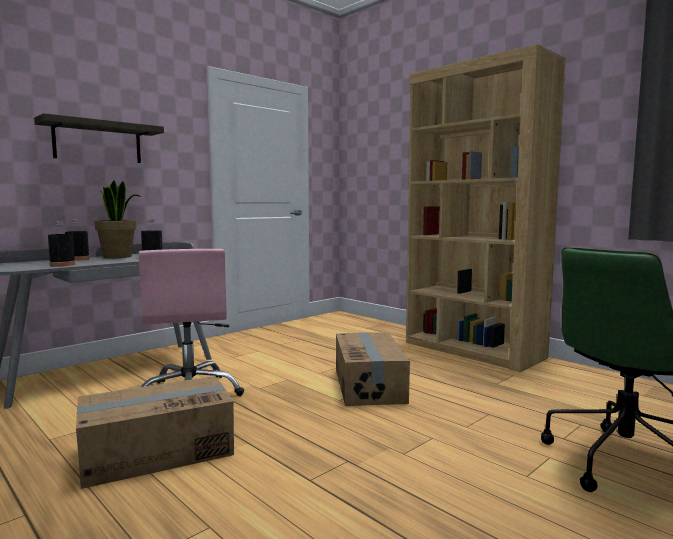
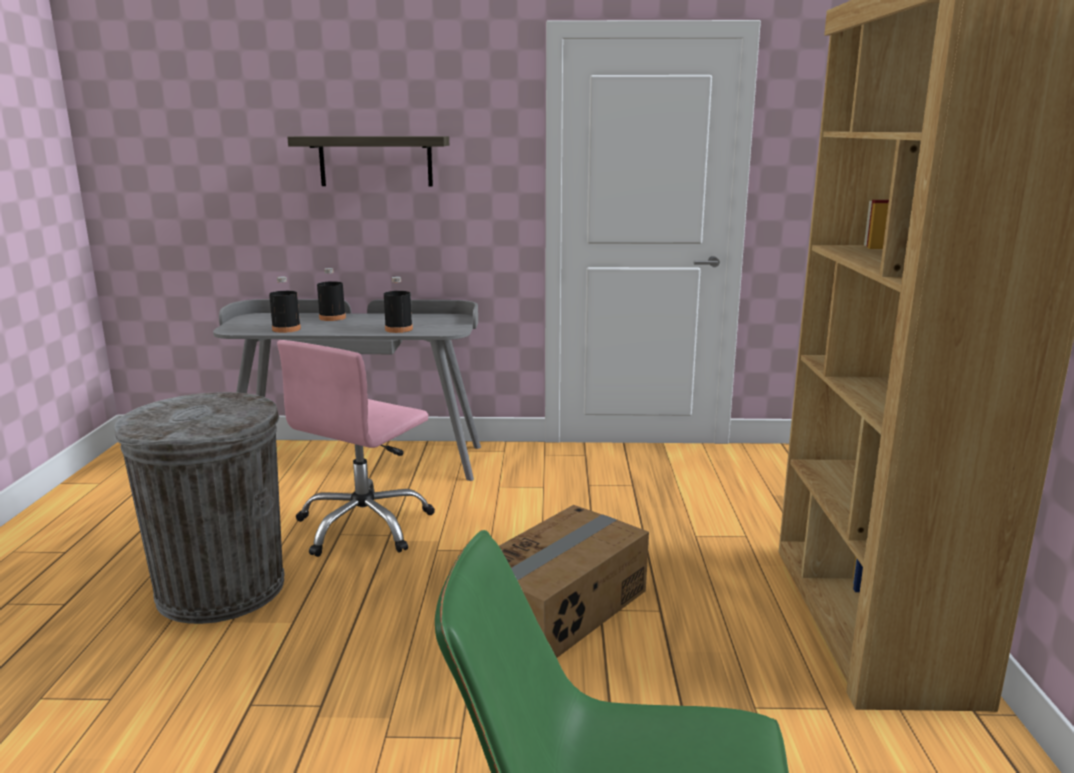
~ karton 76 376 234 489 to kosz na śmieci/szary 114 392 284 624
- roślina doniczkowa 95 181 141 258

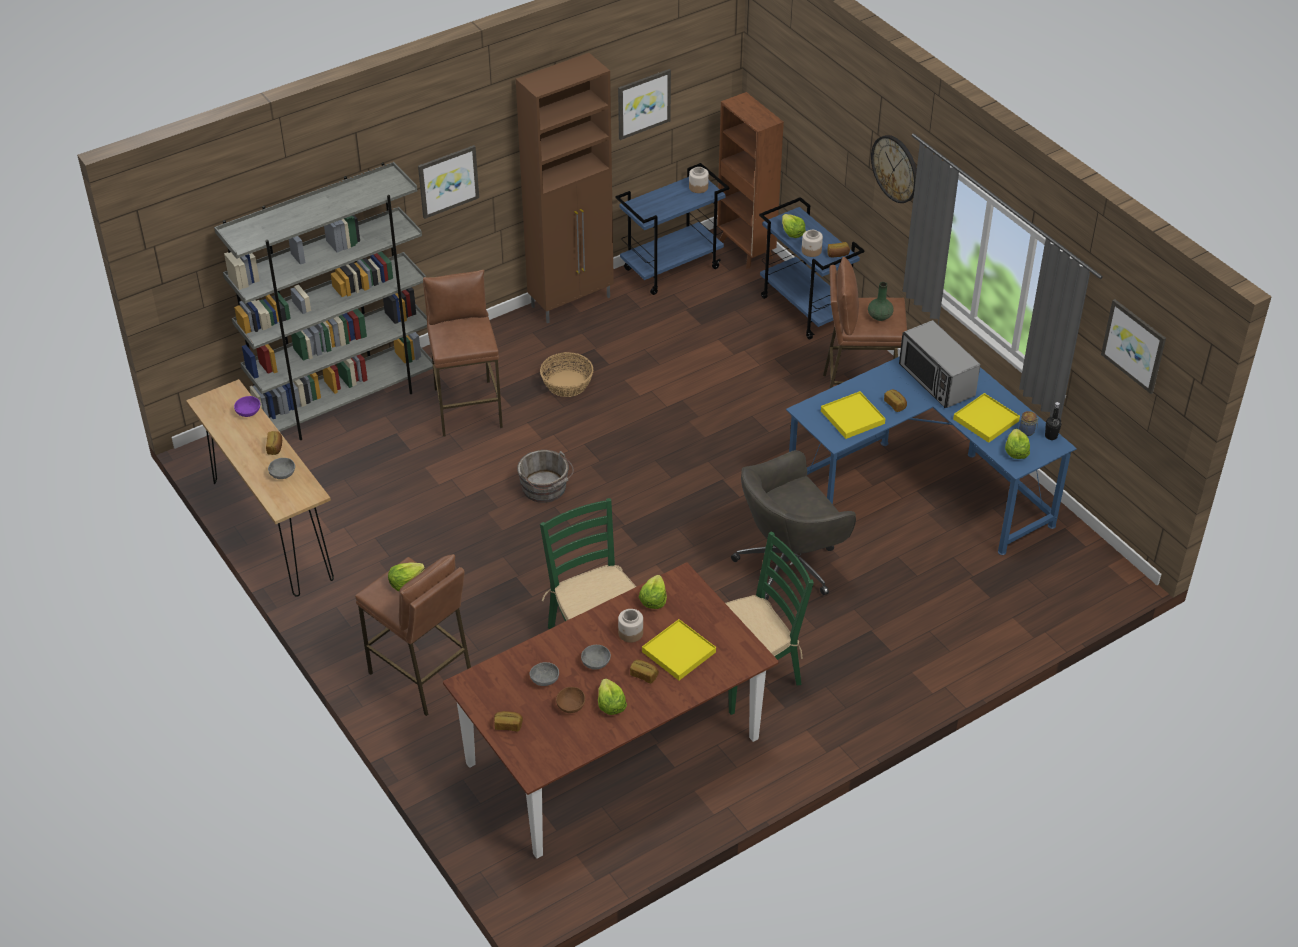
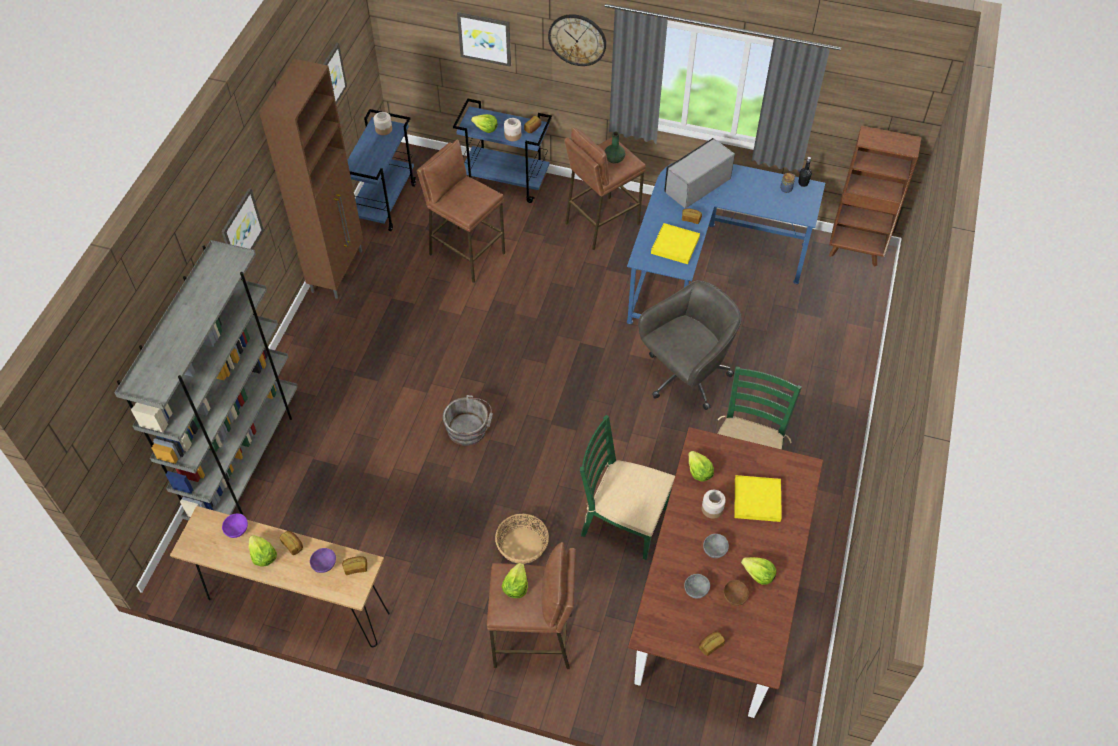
~ miska/szary 268 458 295 479 to miska/fioletowy 310 548 336 573
~ stołek/brązowy 423 270 503 437 to 417 139 505 283
~ koszyk 540 352 594 397 to 495 514 549 564
~ chleb 630 660 659 683 to 342 556 367 575
~ regał/brązowy 717 92 784 269 to 829 126 921 267
~ krzesło biurowe/szary 731 450 856 600 = 638 280 742 410 150 degrees counterclockwise
~ mikrofalówka 899 320 980 408 = 664 138 735 208 120 degrees clockwise
- taca/żółty 953 393 1020 443
~ sałata 1005 428 1030 459 to 248 535 277 567
~ obraz 1101 299 1166 394 to 457 12 511 67

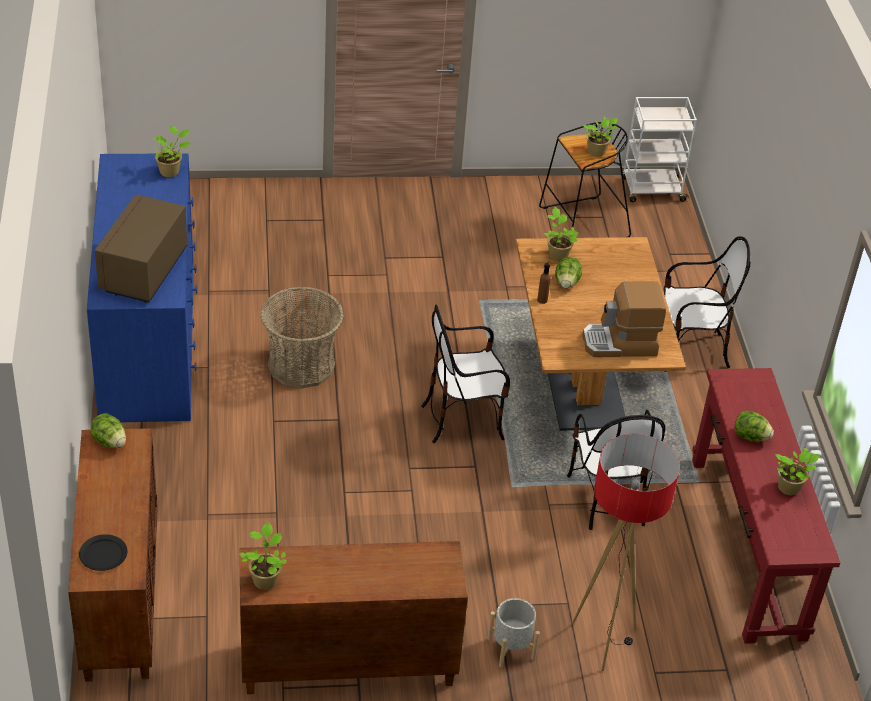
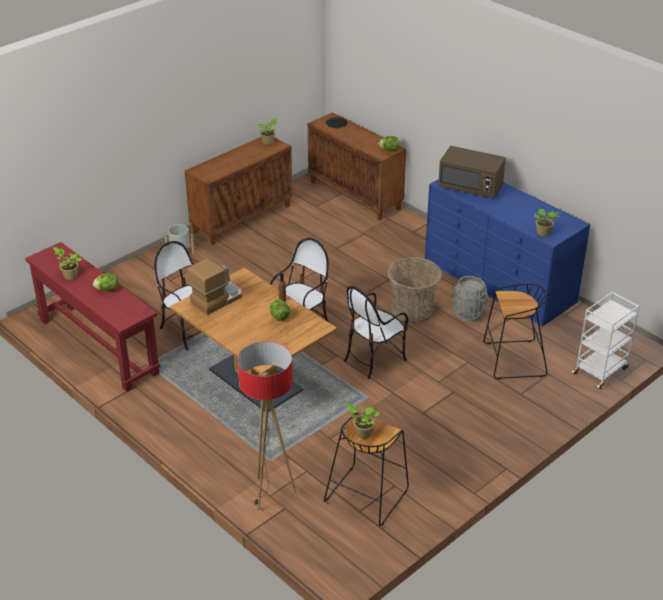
~ mikrofalówka/brązowy 95 195 187 303 = 438 146 506 199 135 degrees clockwise
- roślina doniczkowa 544 207 578 261
~ lampa stojąca 572 434 680 671 to 237 341 296 511
~ wózek/biały 623 97 697 202 to 571 292 639 389
~ krzesło 664 236 750 372 to 344 286 408 379
+ wiadro/szary 452 276 488 322
+ stołek/czarny 483 283 548 379

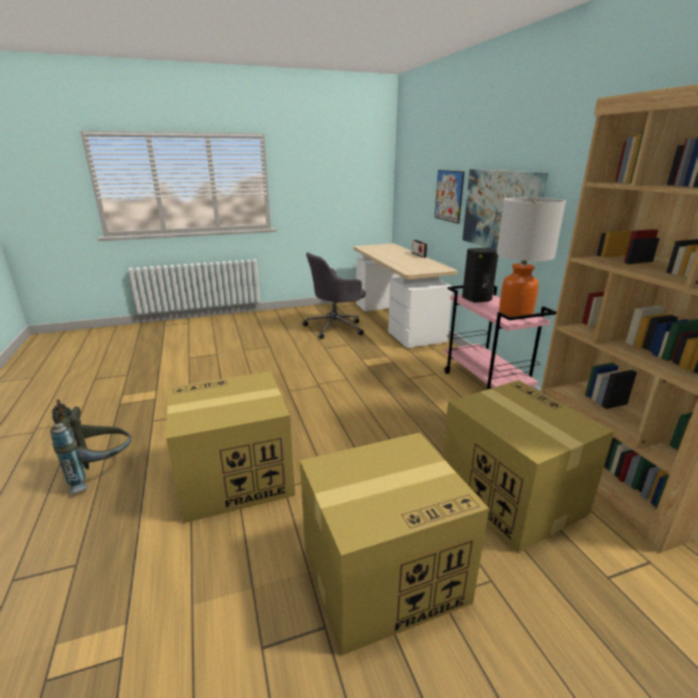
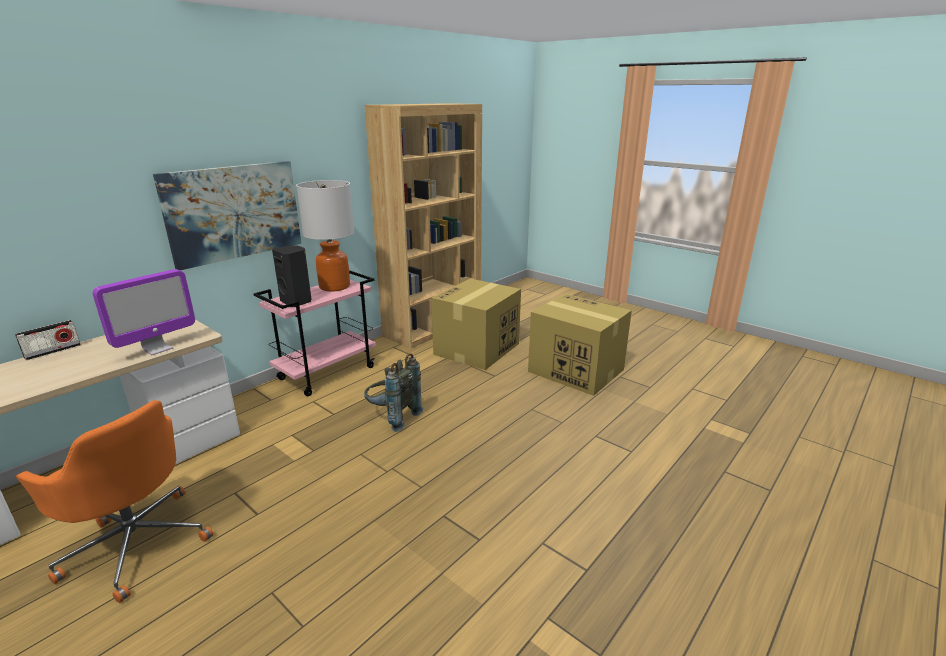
~ plecak/szary 50 400 131 493 to 364 353 423 432
- karton 166 371 295 523
~ krzesło biurowe/szary 302 252 366 339 to krzesło biurowe/pomarańczowy 16 400 214 603
- obraz 434 170 464 224
+ monitor 93 269 195 355

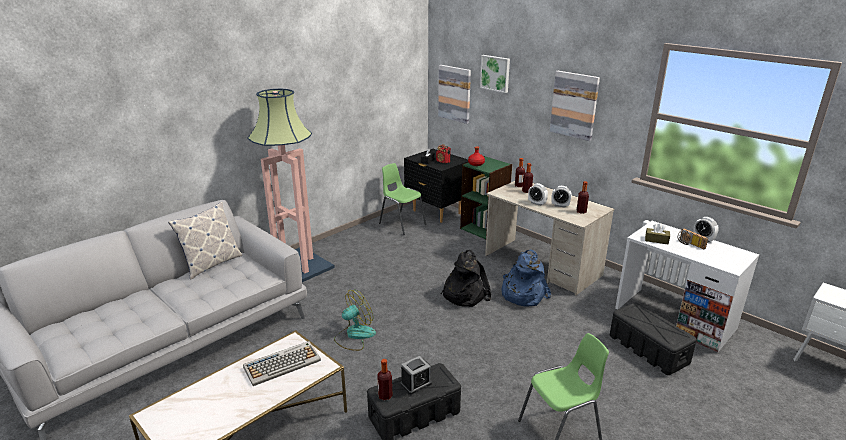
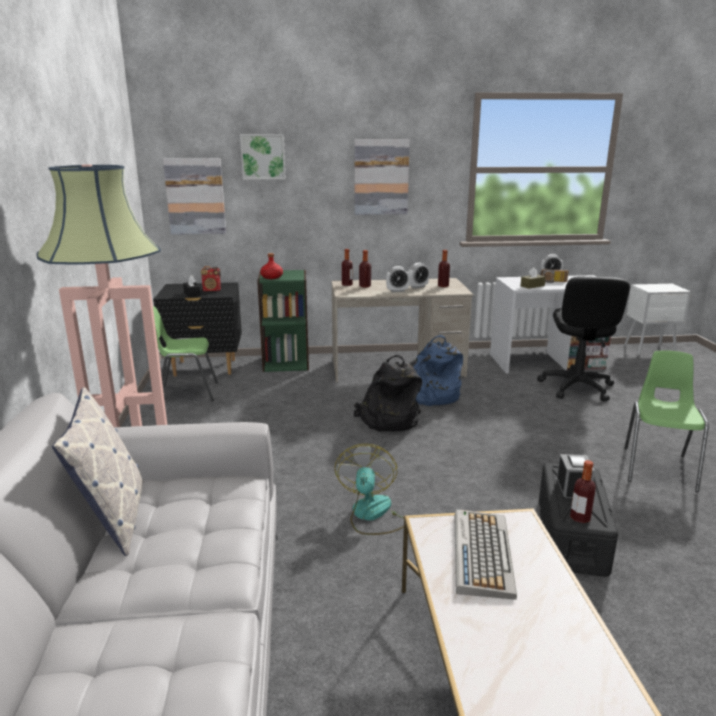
~ pojemnik do przechowywania/czarny 610 303 697 375 to krzesło biurowe/czarny 537 276 630 401

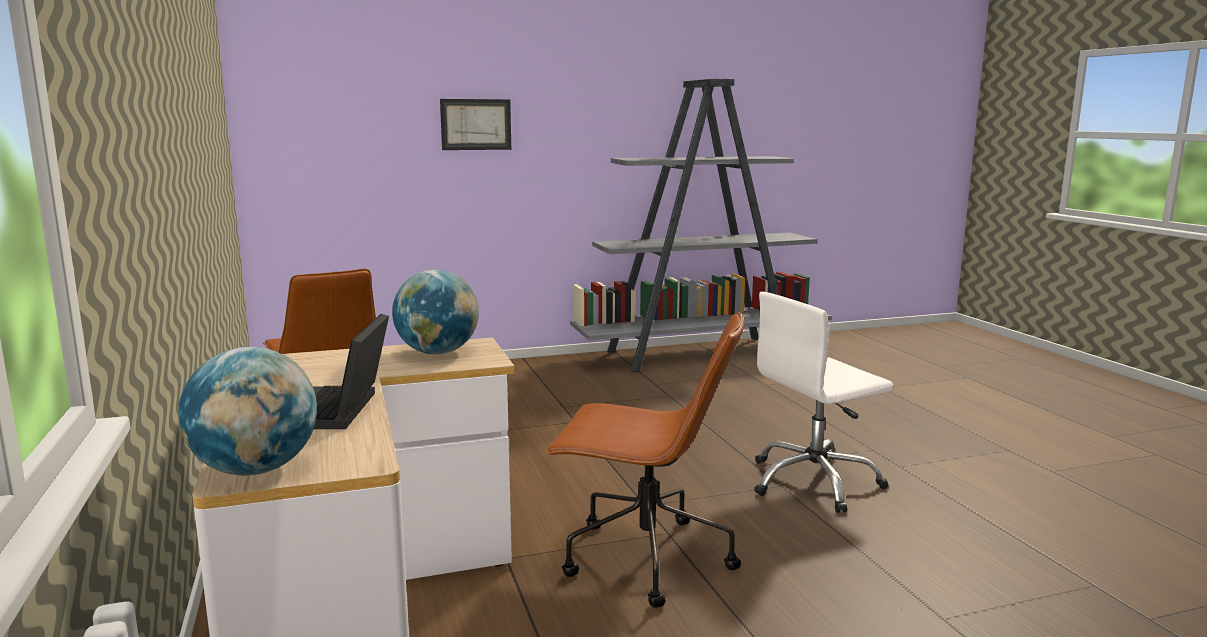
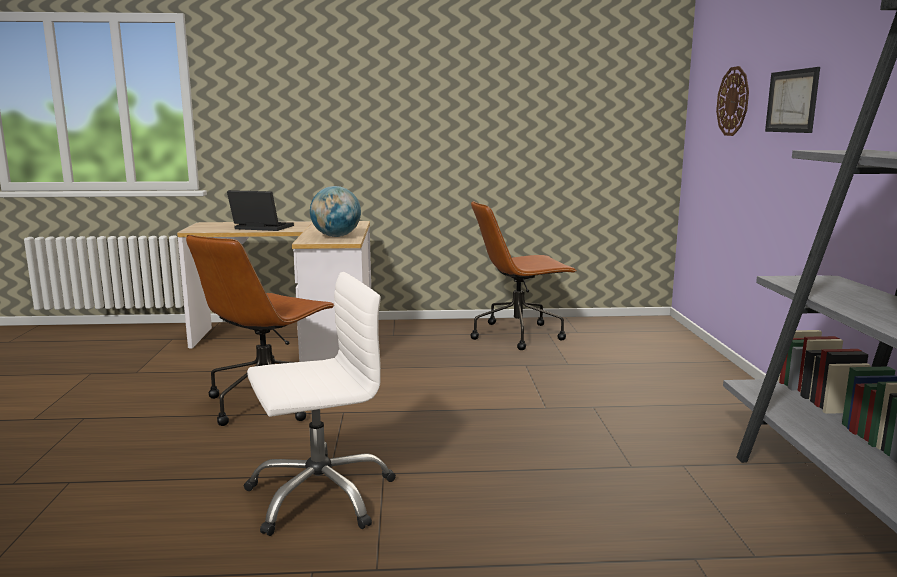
- globus 178 347 317 476
~ krzesło biurowe/biały 754 292 894 513 = 244 272 396 536 75 degrees clockwise
+ zegar ścienny 716 66 749 136

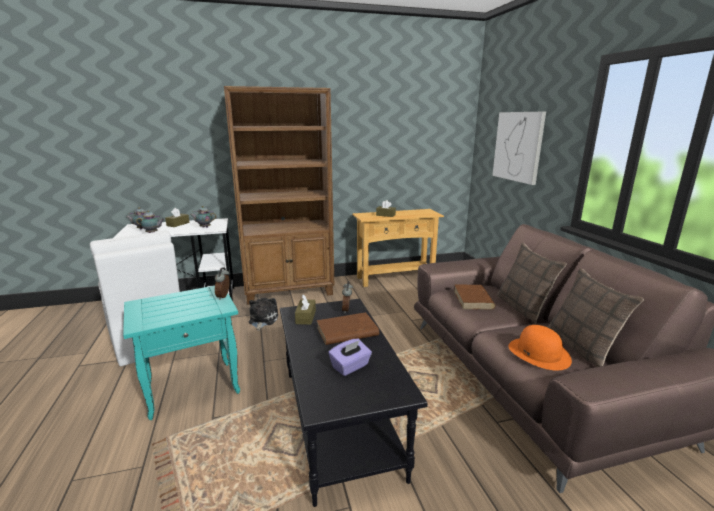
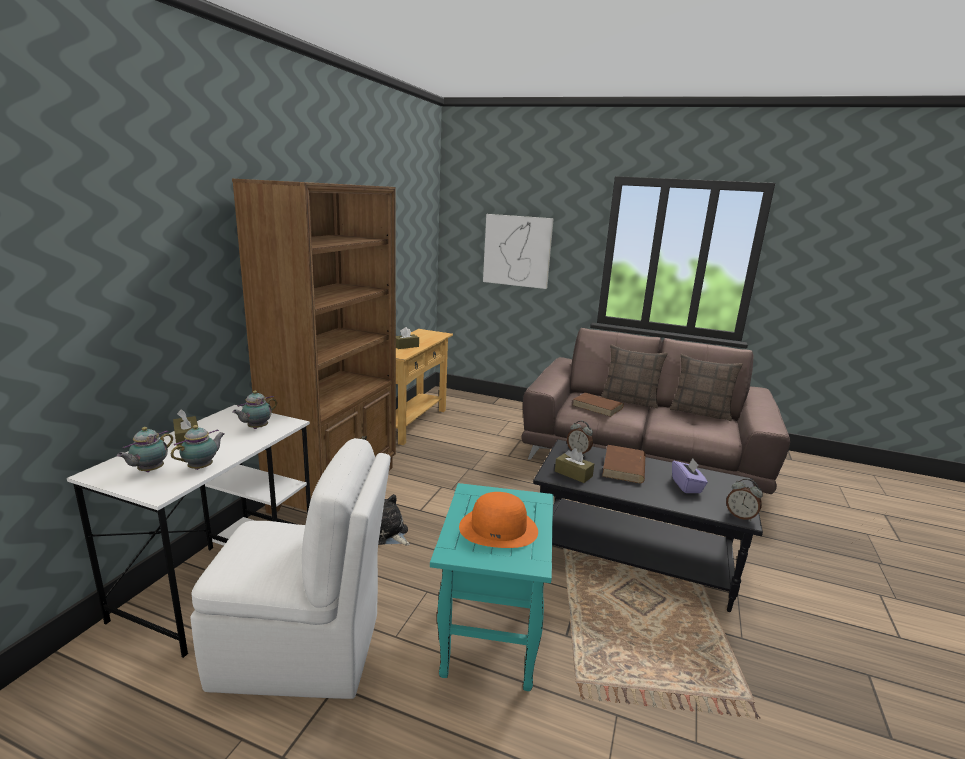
~ budzik 215 267 230 300 to 726 478 763 521
~ kapelusz/pomarańczowy 508 325 572 370 to 459 492 538 548

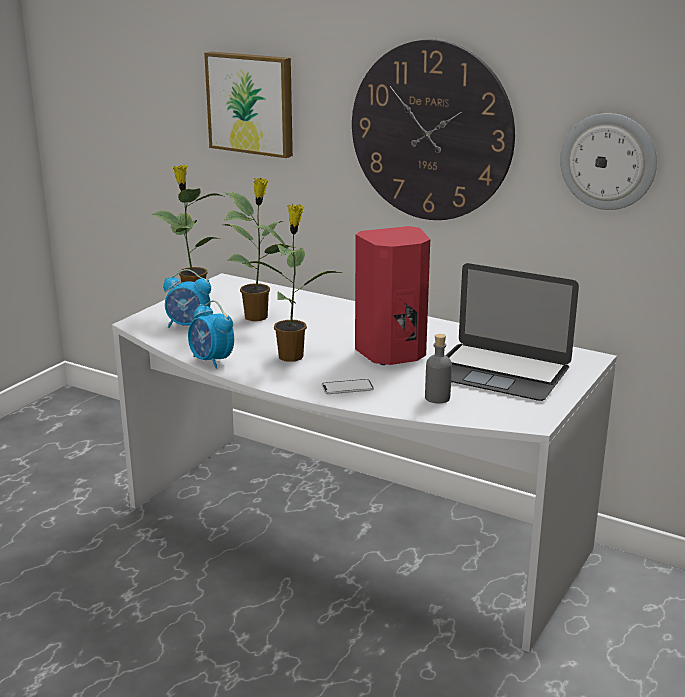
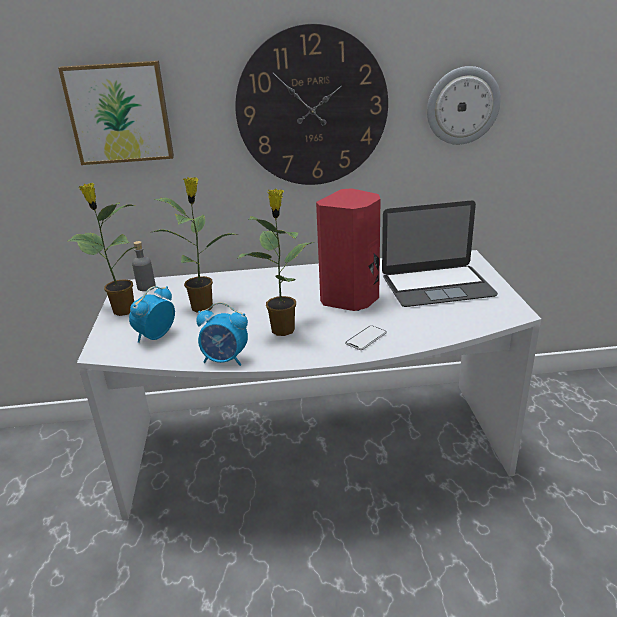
~ budzik 163 269 211 328 = 129 286 175 343 150 degrees clockwise
~ butelka/szary 425 334 452 404 to 132 241 156 291

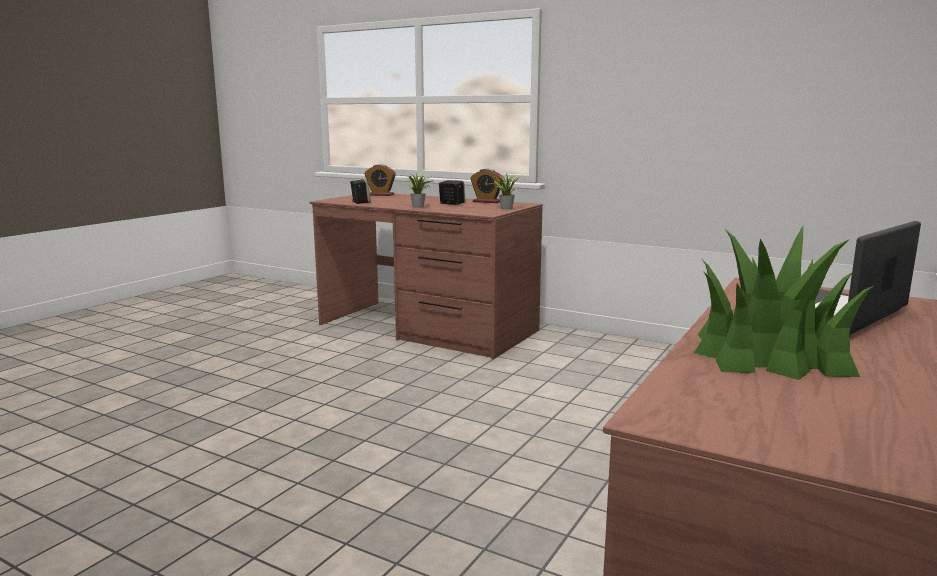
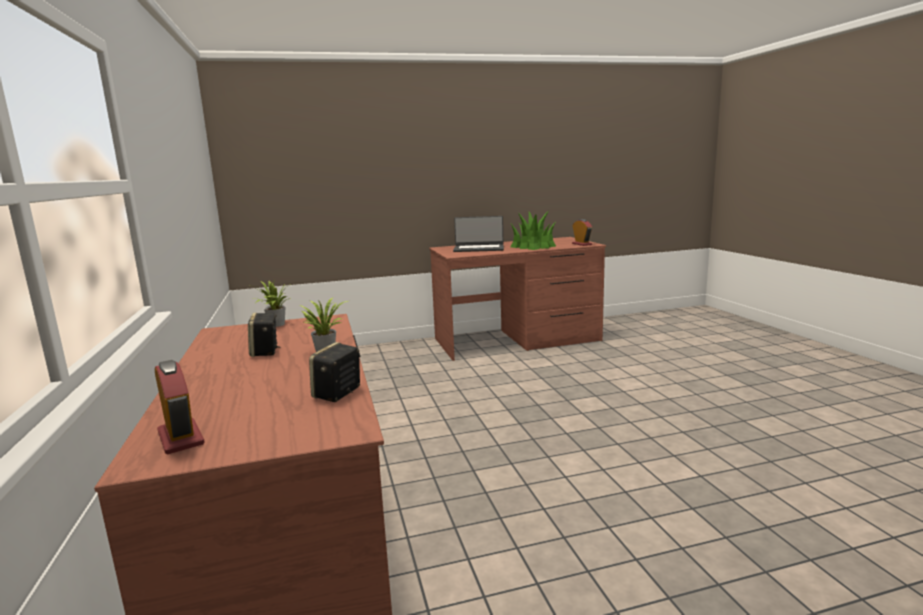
~ budzik 471 169 504 203 to 572 219 592 246

